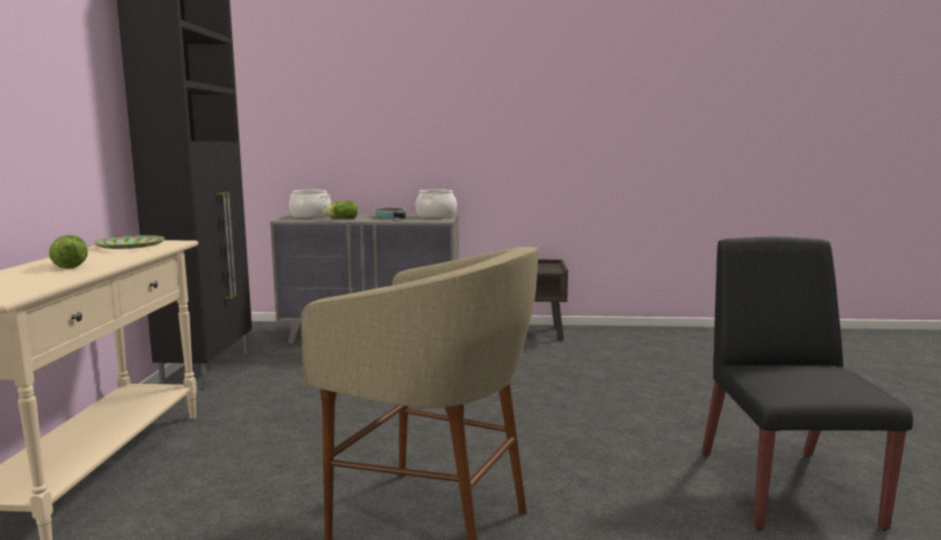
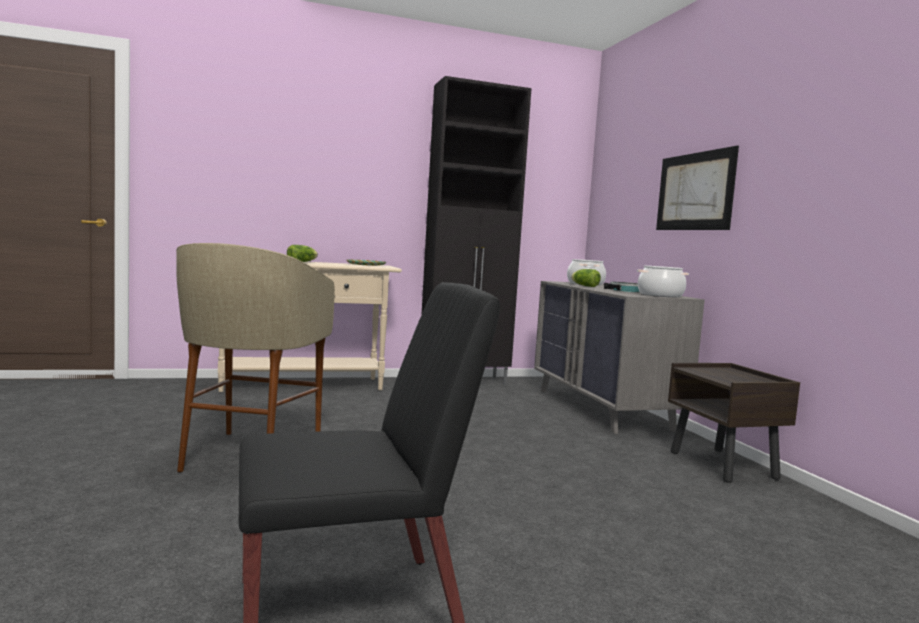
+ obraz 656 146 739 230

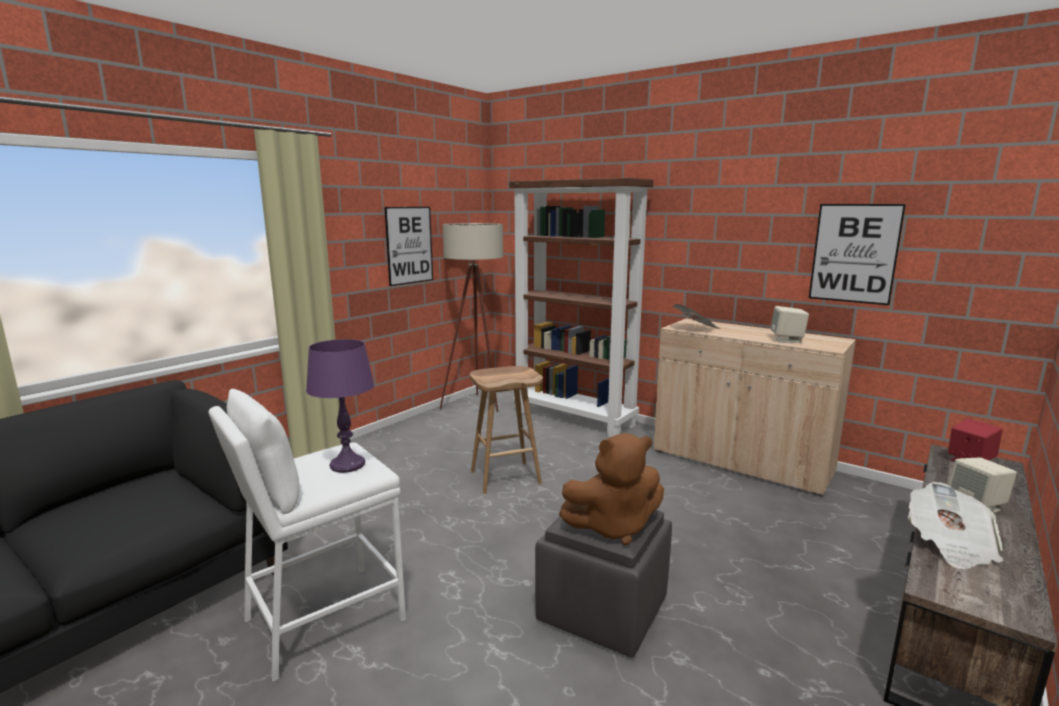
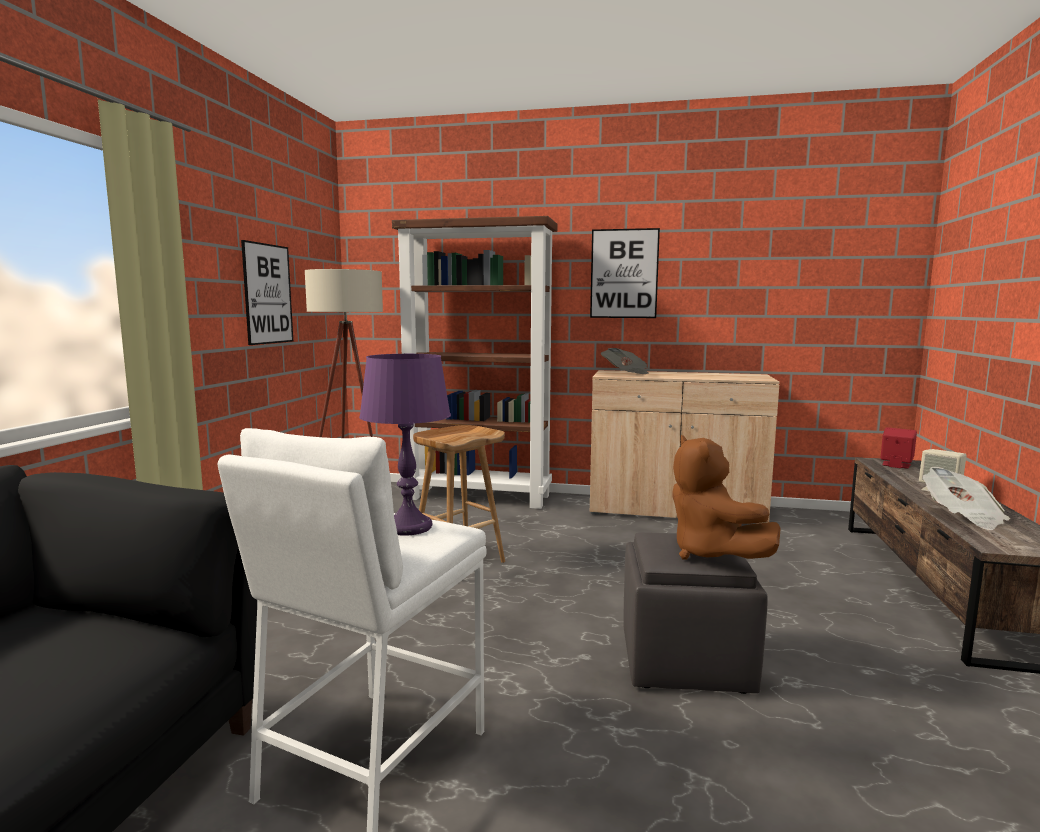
~ pluszak/brązowy 559 433 664 545 = 672 435 781 560 105 degrees clockwise
- głośnik/beżowy 771 306 809 343
~ obraz 809 204 906 305 to 590 228 660 318

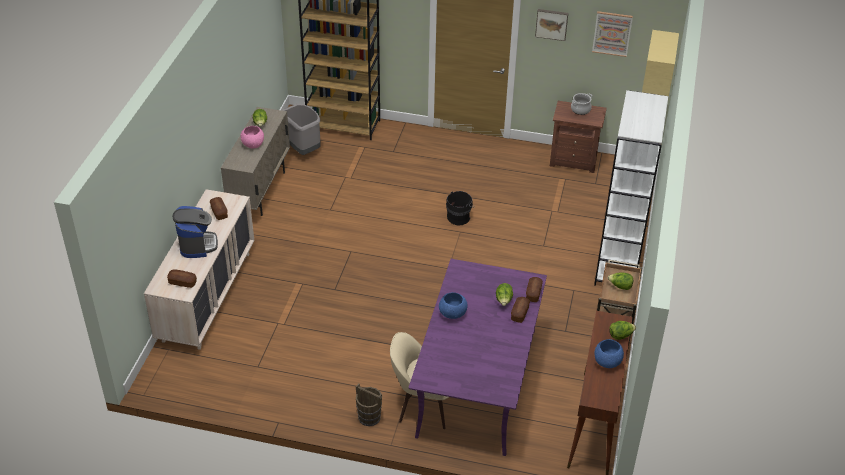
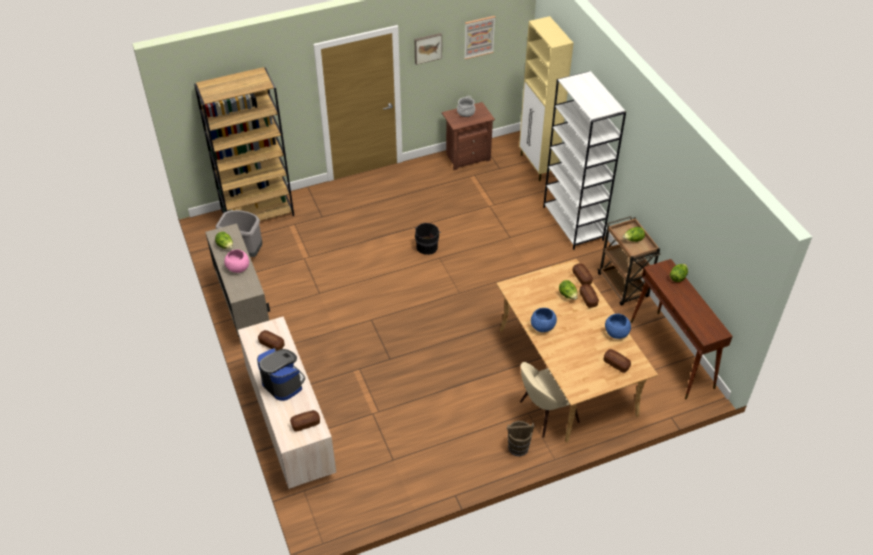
~ stół jadalny/fioletowy 409 259 547 456 to stół jadalny/beżowy 496 259 658 443
~ miska/niebieski 594 339 624 368 to 605 314 631 339
+ chleb 603 349 631 373

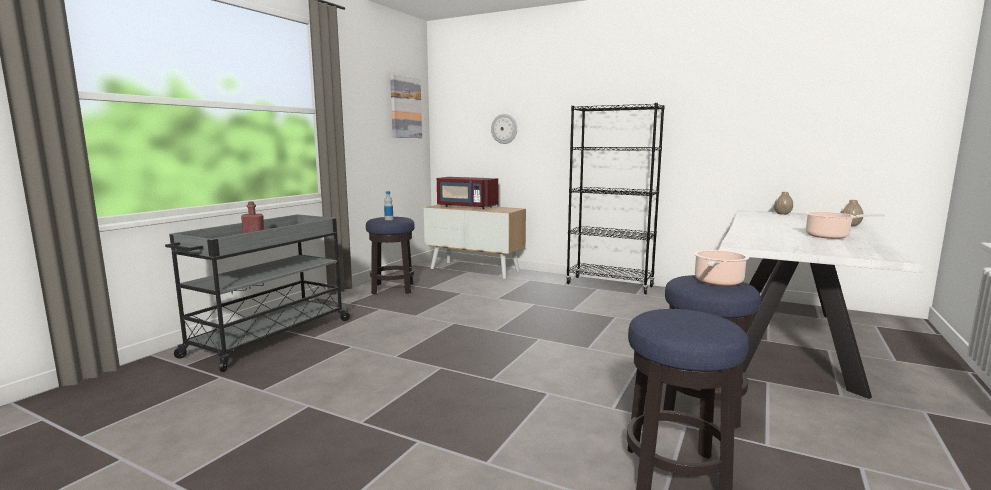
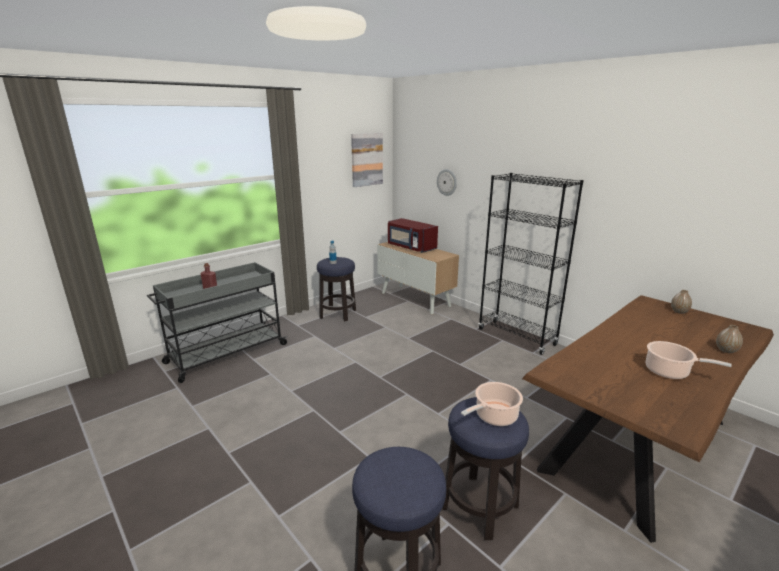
~ stół jadalny/biały 718 210 924 399 to stół jadalny/brązowy 522 295 774 543

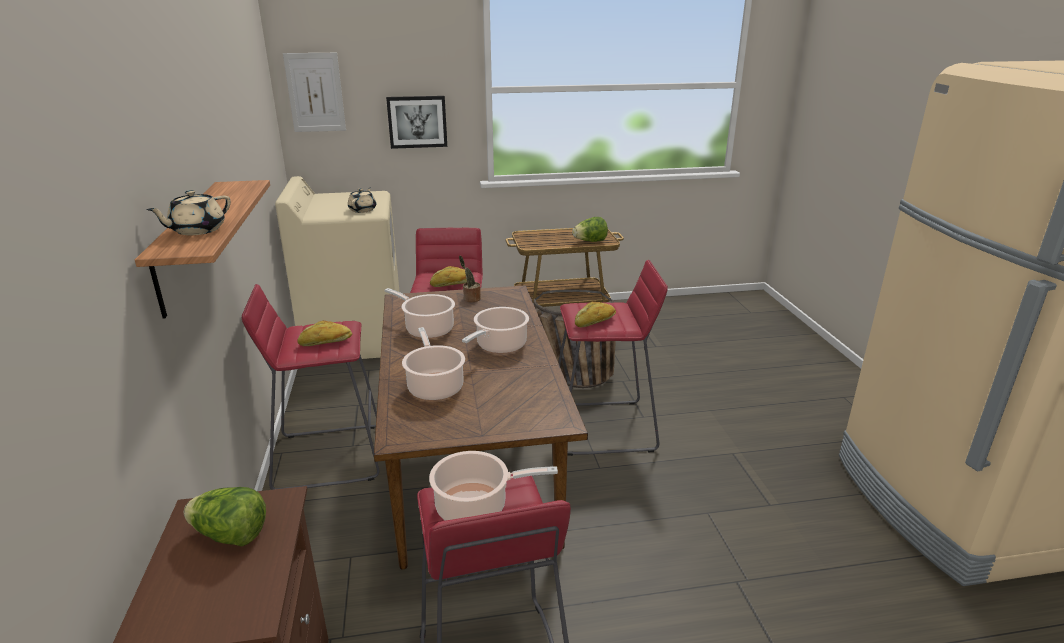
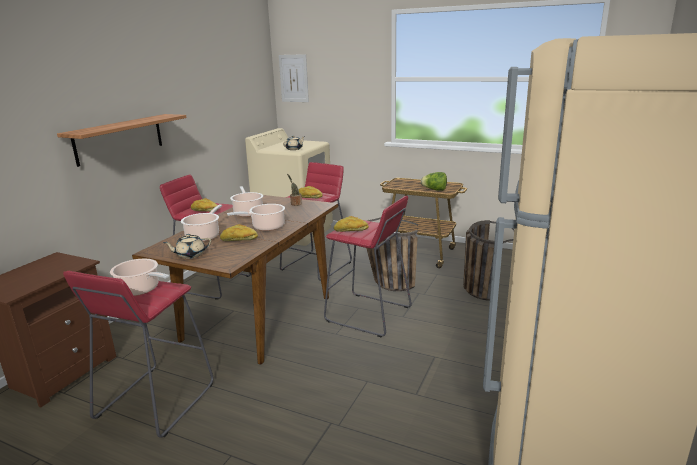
~ imbryk/beżowy 146 190 231 235 to 163 234 211 259
- sałata 184 487 266 547
- obraz 386 96 447 149
+ chleb 220 224 258 241
+ koszyk 463 220 514 301

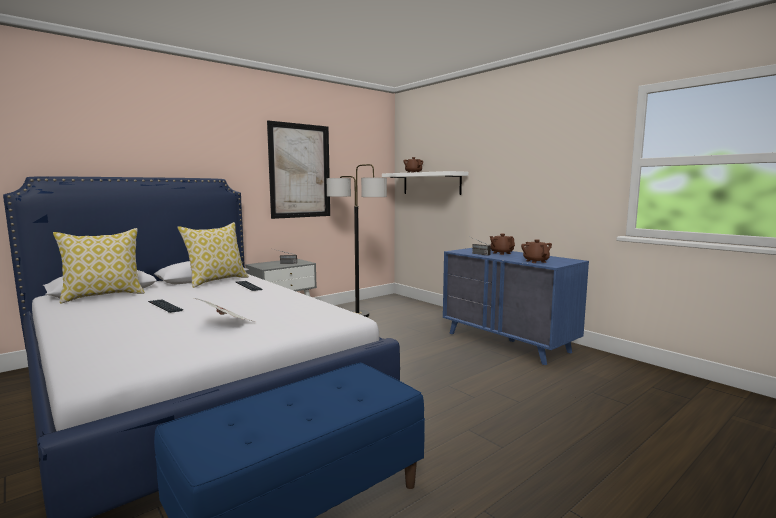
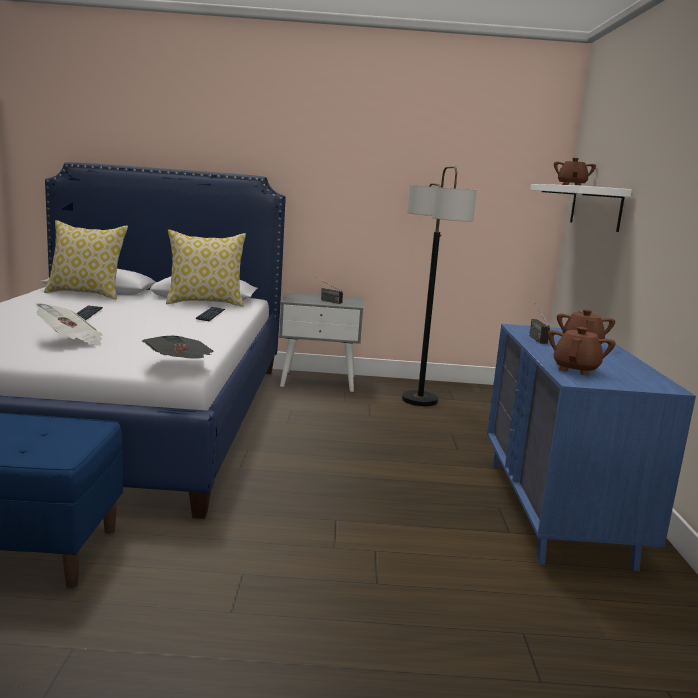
- obraz 267 120 330 219
+ gazeta 141 336 213 359

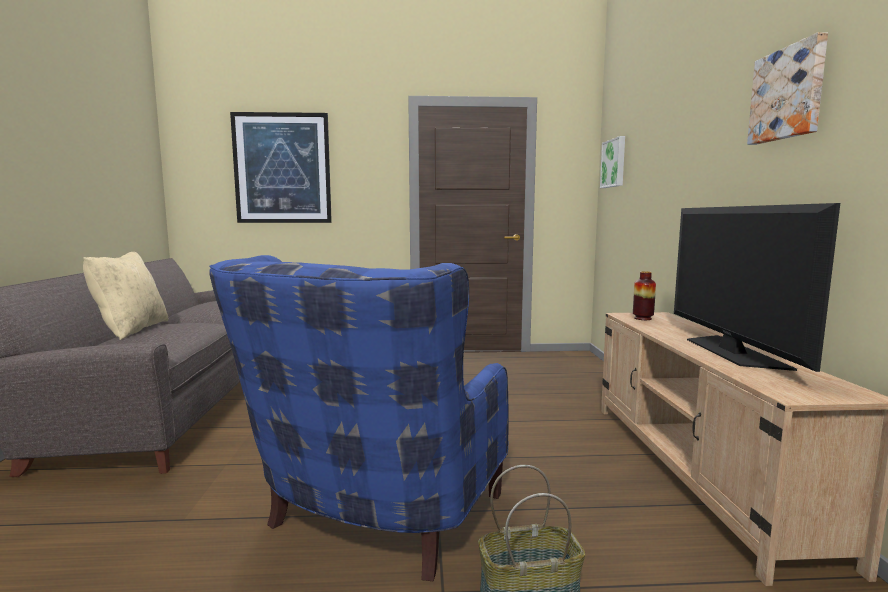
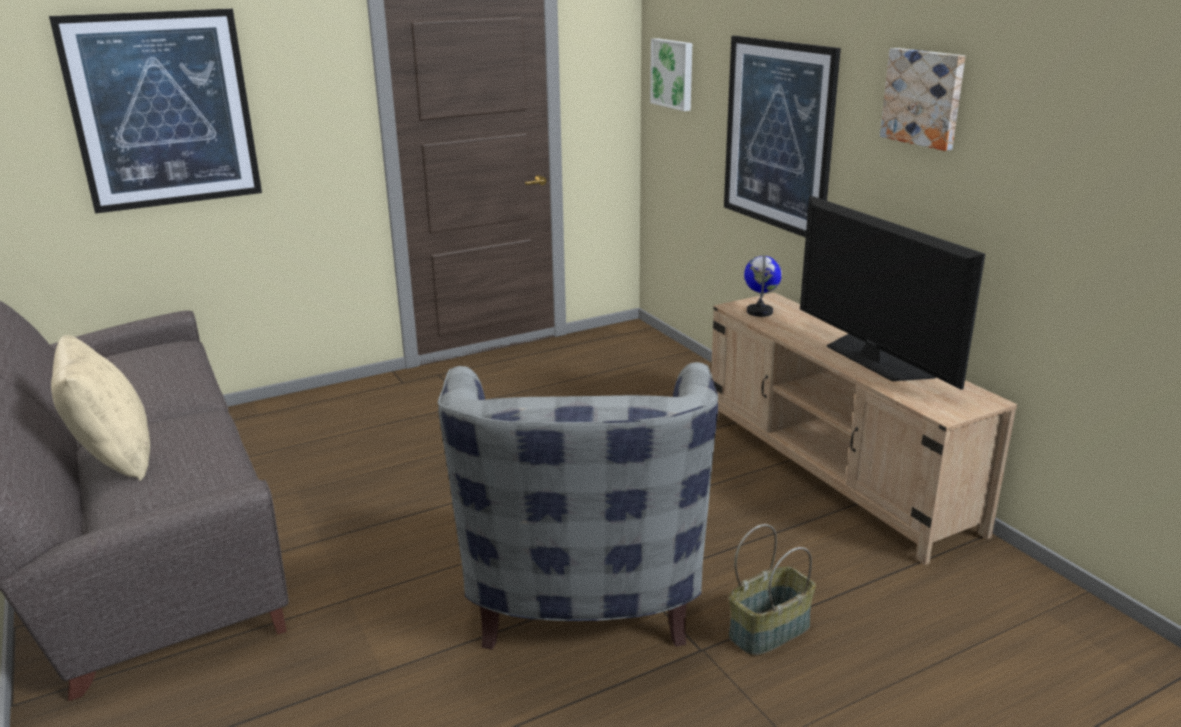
~ fotel/niebieski 210 255 509 582 to fotel/szary 438 362 718 650
~ wazon 633 271 656 320 to globus 744 255 782 317
+ obraz 724 36 841 238

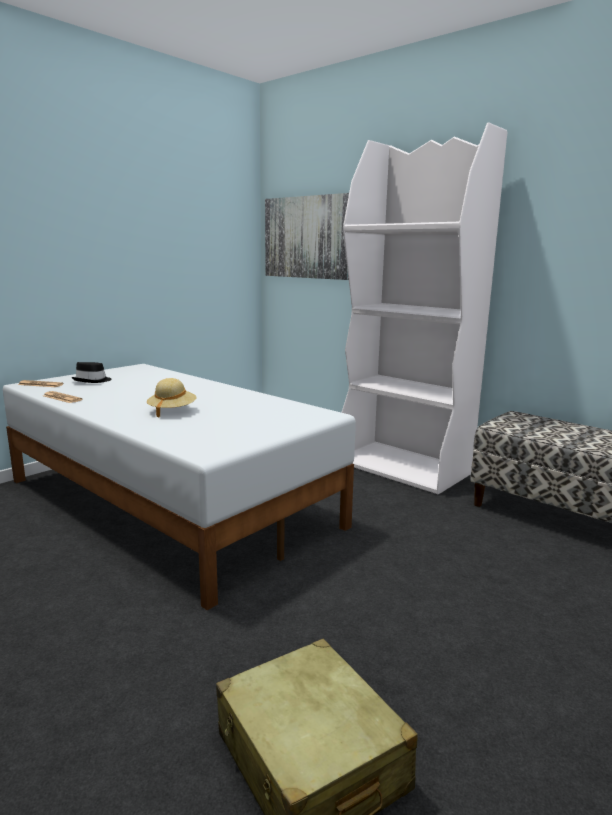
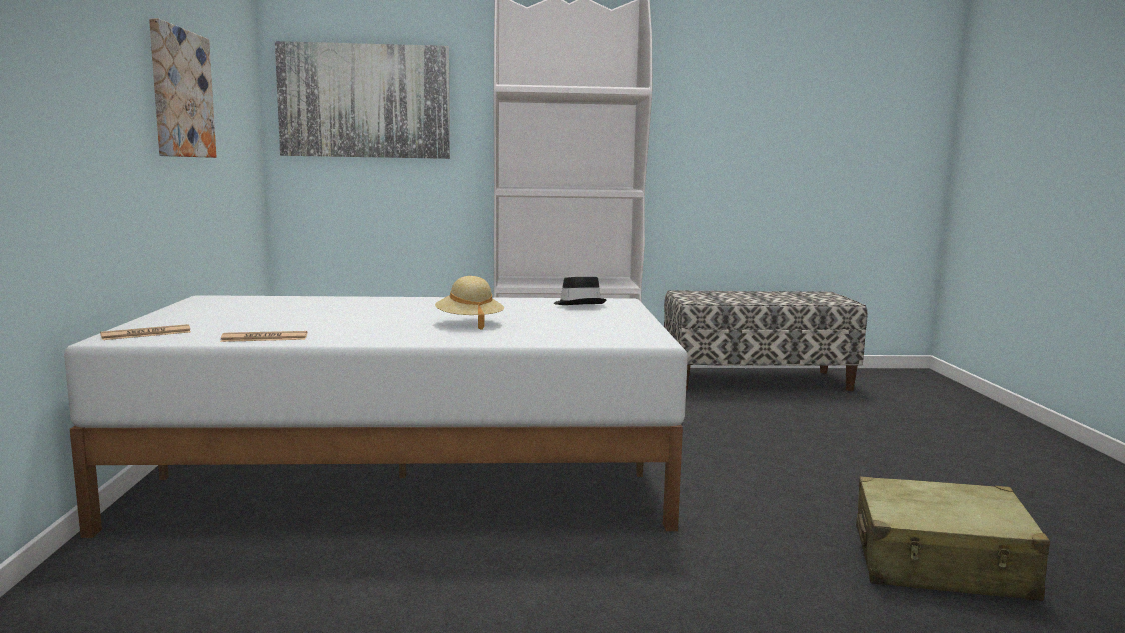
~ kapelusz/czarny 71 362 111 383 to 553 277 606 305
+ obraz 149 18 216 158

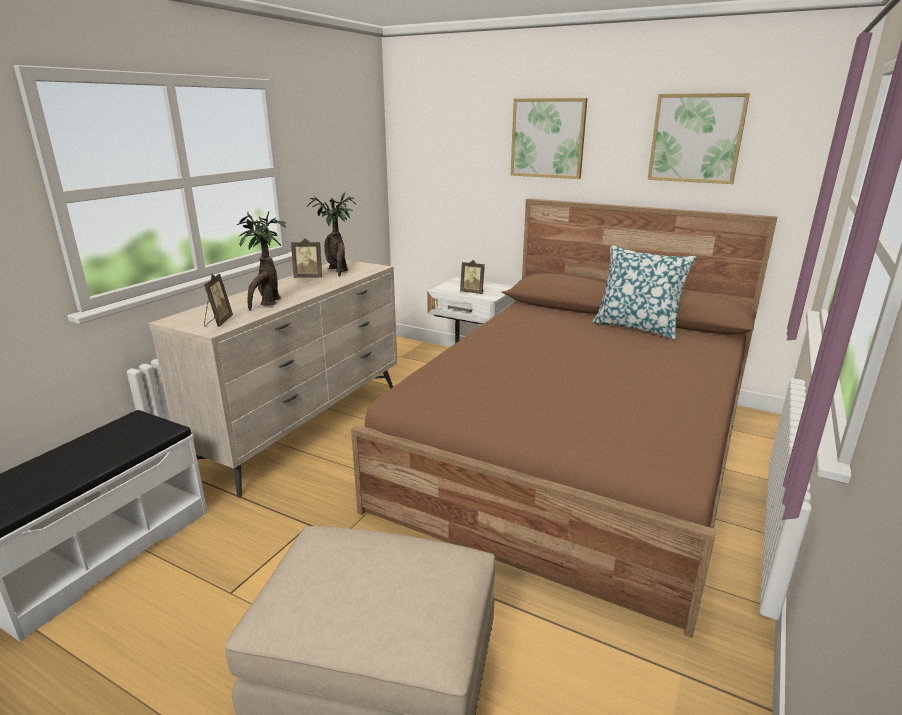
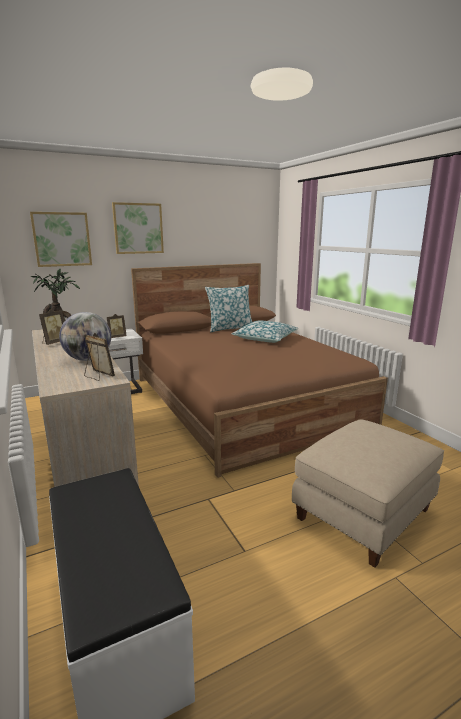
~ roślina doniczkowa 237 211 287 311 to globus 59 312 111 361
~ obraz 648 93 750 184 to 30 212 92 267
+ poduszka 231 320 298 343

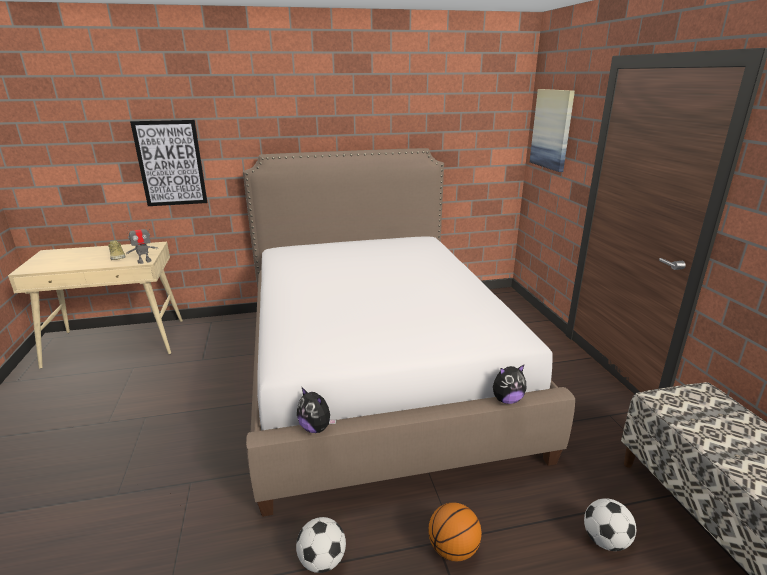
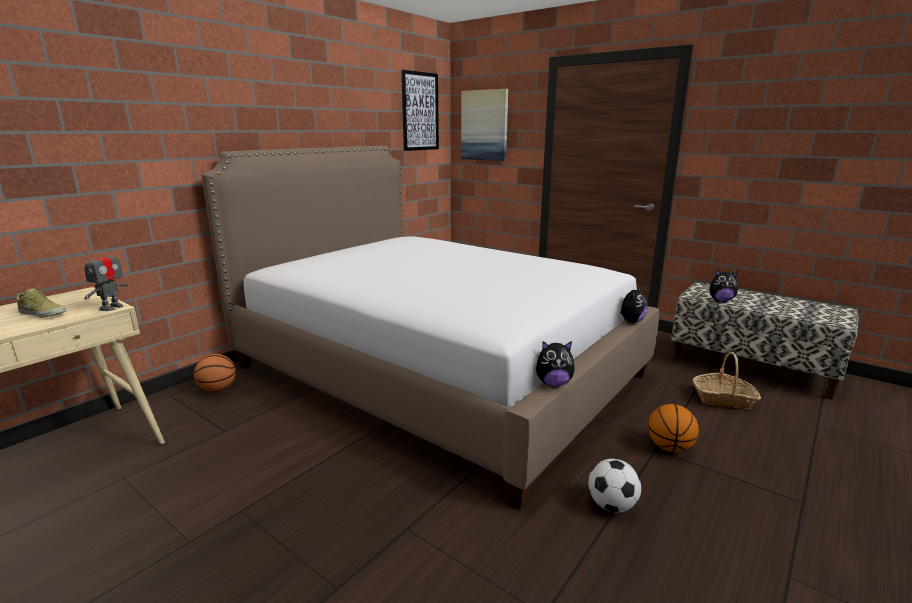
~ obraz 130 120 208 206 to 401 70 439 151
~ piłka futbolowa 584 498 636 551 to koszyk 693 352 761 409
+ piłka do koszykówki 194 354 236 392
+ pluszak 710 270 738 302

